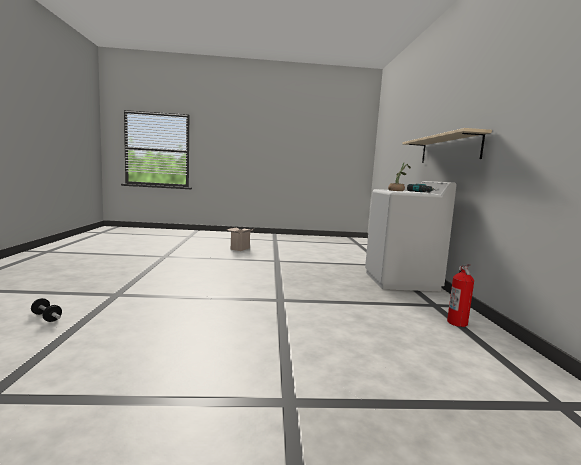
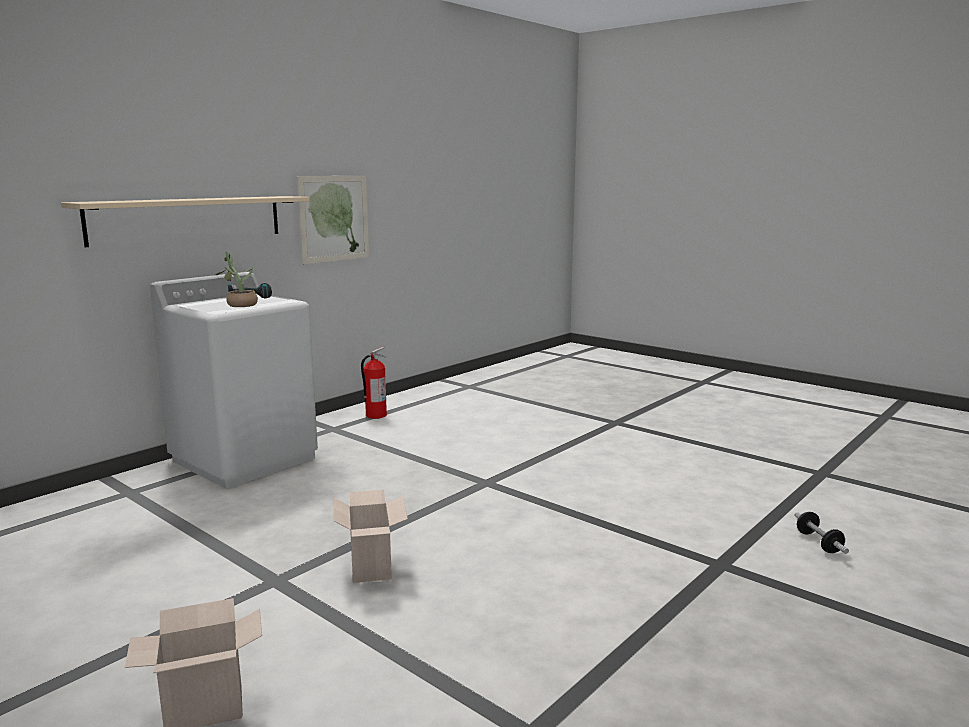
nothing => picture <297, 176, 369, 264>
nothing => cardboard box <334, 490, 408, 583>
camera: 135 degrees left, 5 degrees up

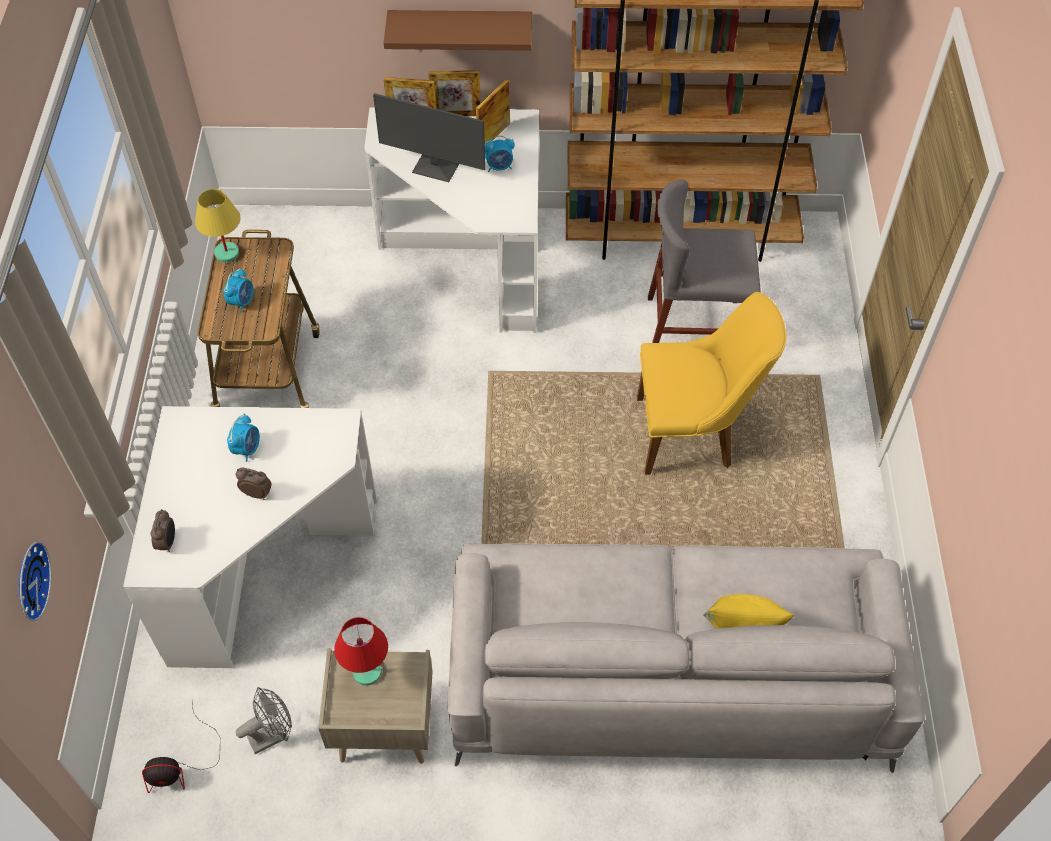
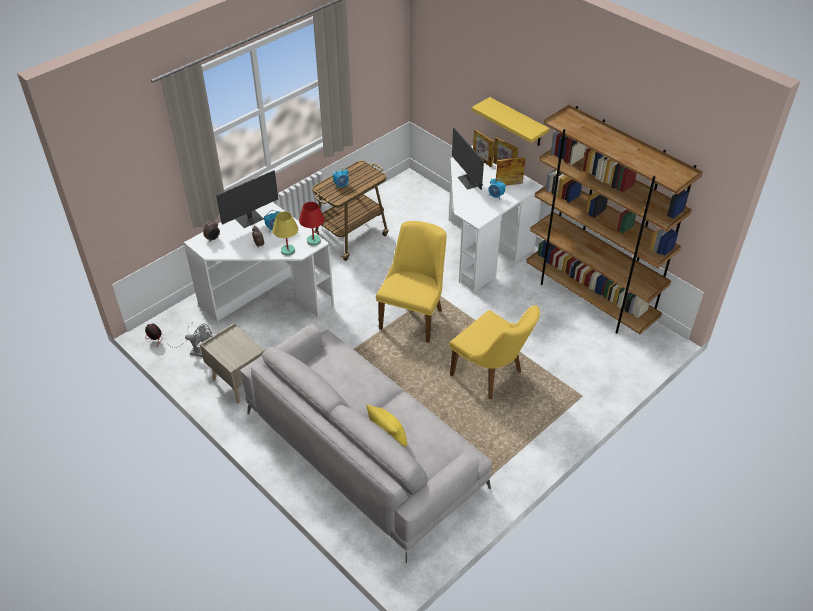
shelf in brown <384, 10, 532, 51> => shelf in yellow <471, 97, 550, 146>
chair in grey <648, 179, 761, 343> => nothing
table lamp in yellow <195, 189, 241, 263> => table lamp in yellow <272, 211, 298, 256>, move
wall clock <19, 541, 52, 621> => nothing
table lamp in red <334, 617, 388, 686> => table lamp in red <299, 202, 325, 246>, move
nothing => monitor <216, 170, 278, 228>
nothing => chair in yellow <376, 221, 447, 343>
camera: 45 degrees right, 10 degrees down

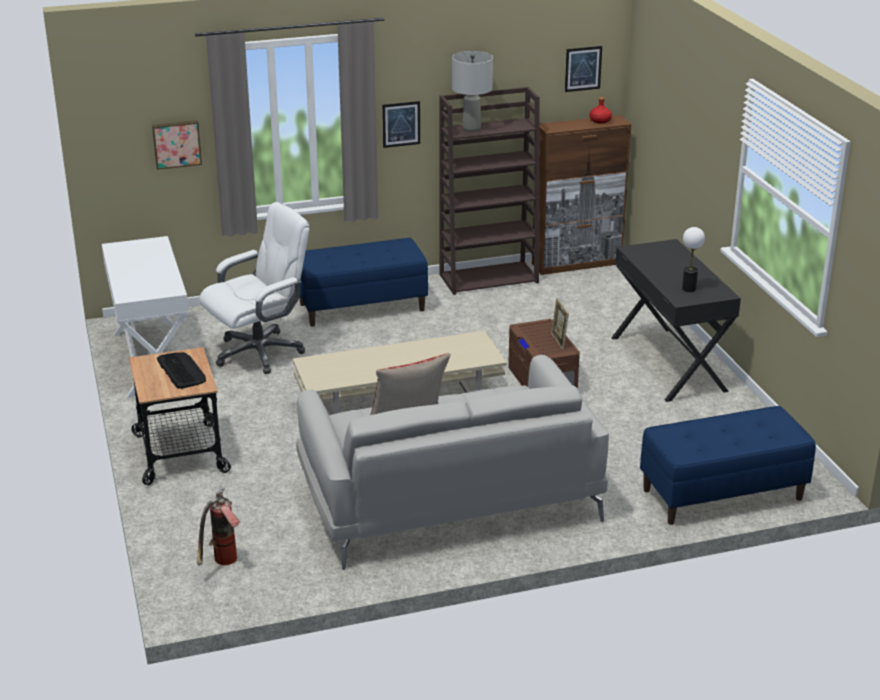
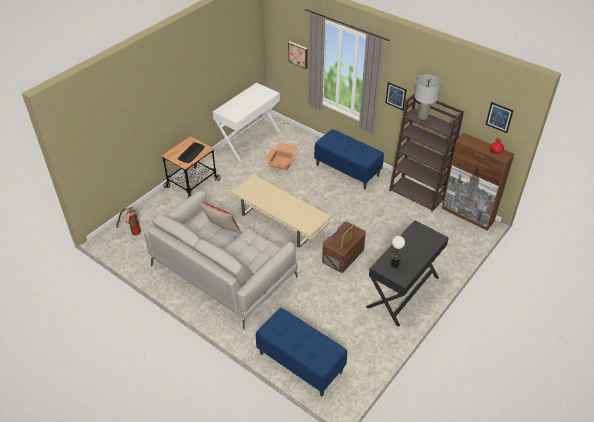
office chair in white <199, 202, 309, 374> => cardboard box <266, 142, 297, 171>
camera: 55 degrees right, 15 degrees up

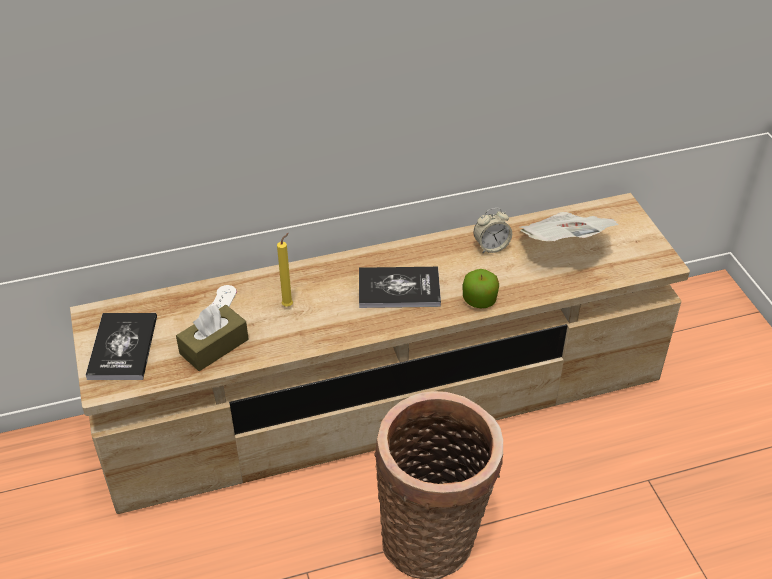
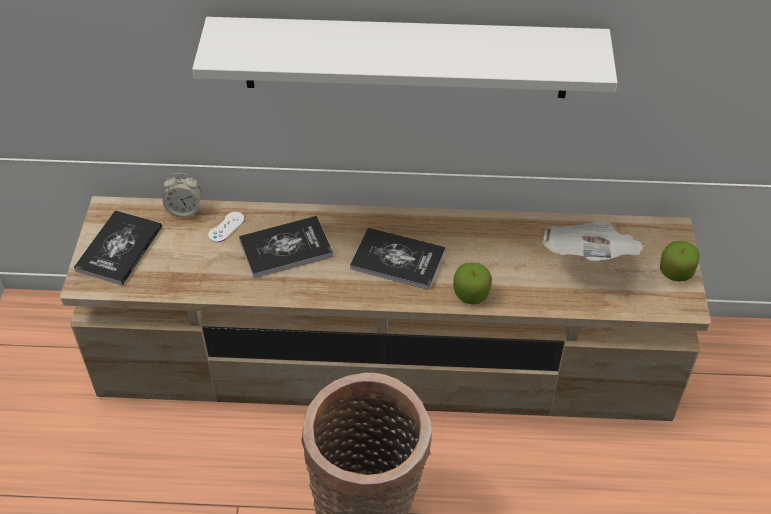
alarm clock <473, 208, 512, 254> => alarm clock <162, 173, 201, 217>, move
candle in yellow <277, 233, 293, 307> => book <239, 216, 333, 278>
tissue box in brown <176, 305, 249, 371> => nothing
nothing => shelf in white <192, 17, 618, 98>
nothing => apple <660, 241, 700, 281>
camera: 20 degrees right, 5 degrees up

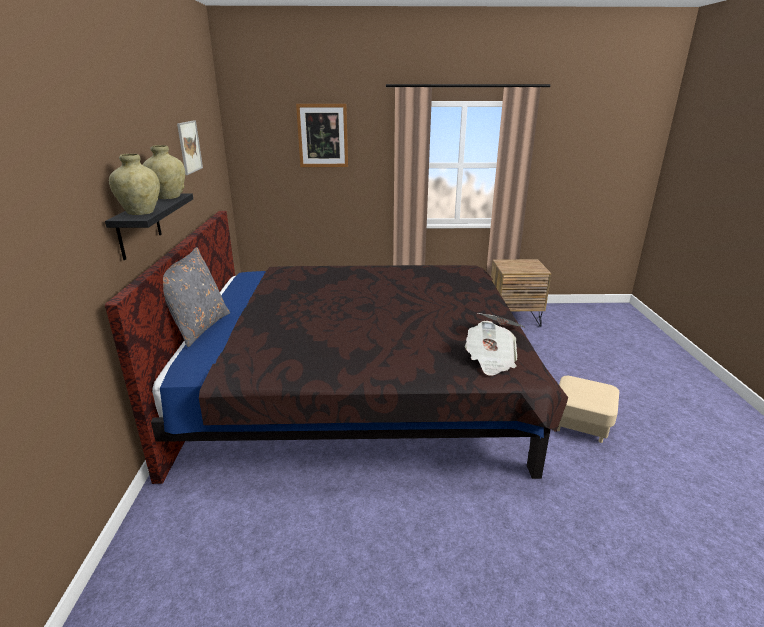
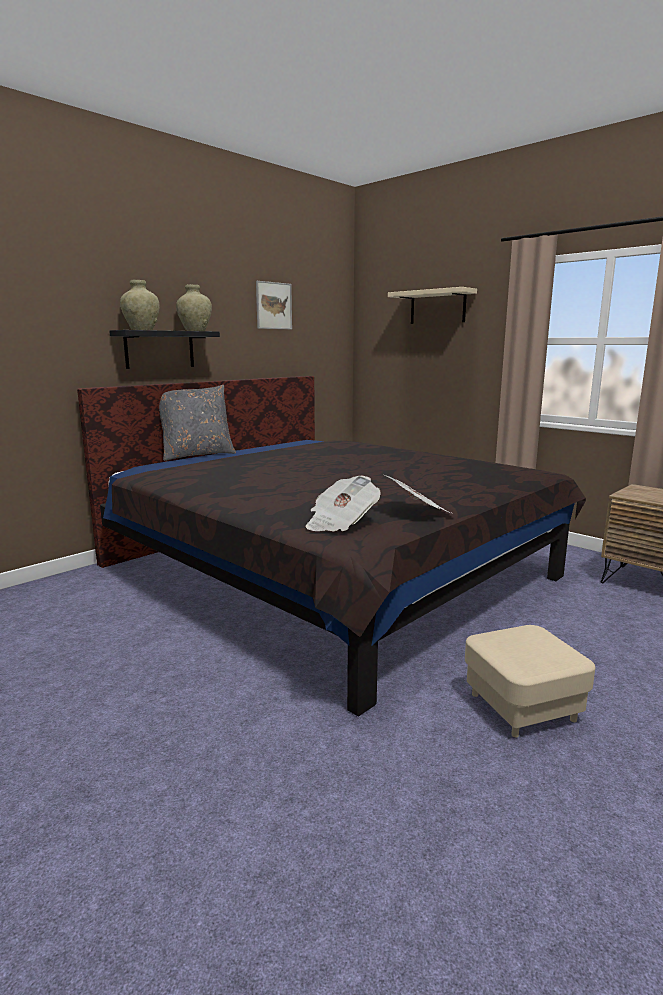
picture <296, 104, 348, 167> => shelf in beige <388, 287, 477, 324>
camera: 45 degrees right, 10 degrees down

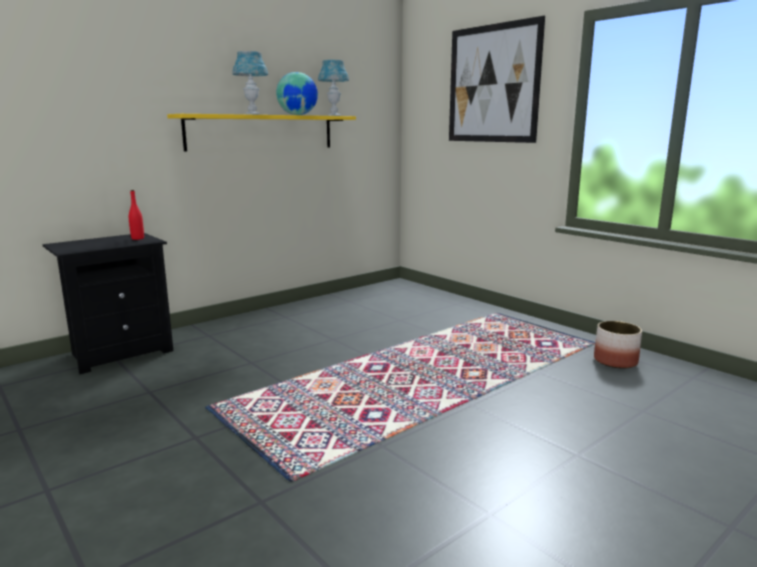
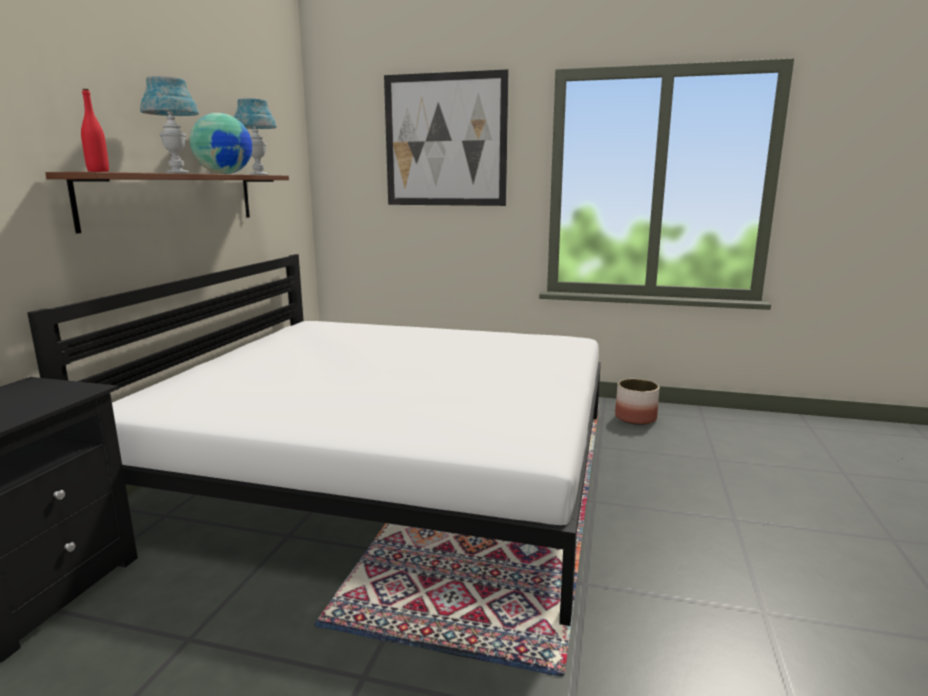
shelf in yellow <167, 114, 356, 152> => shelf in brown <45, 172, 289, 233>
bottle in red <129, 190, 144, 240> => bottle in red <81, 89, 109, 172>, move
nothing => bed in white <27, 254, 601, 626>
camera: 35 degrees left, 0 degrees up

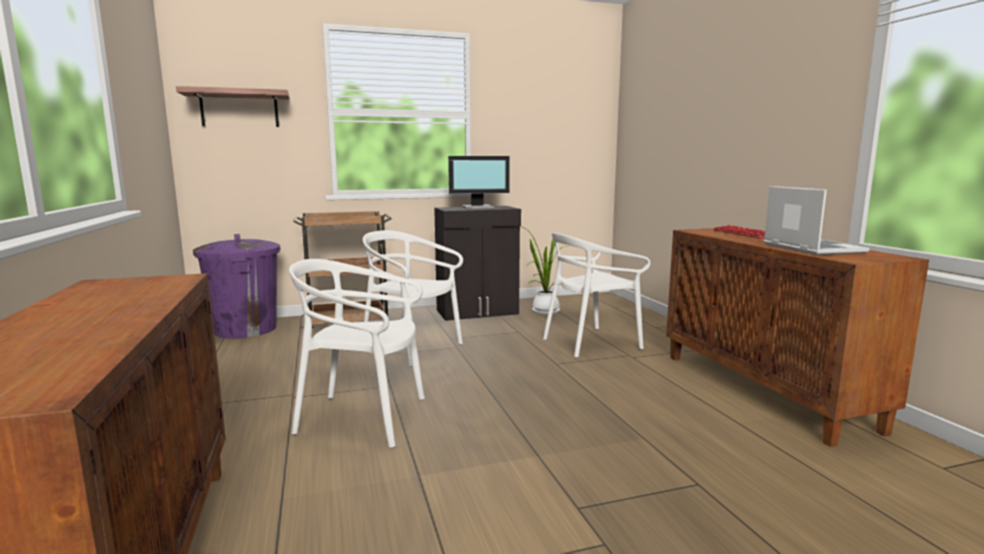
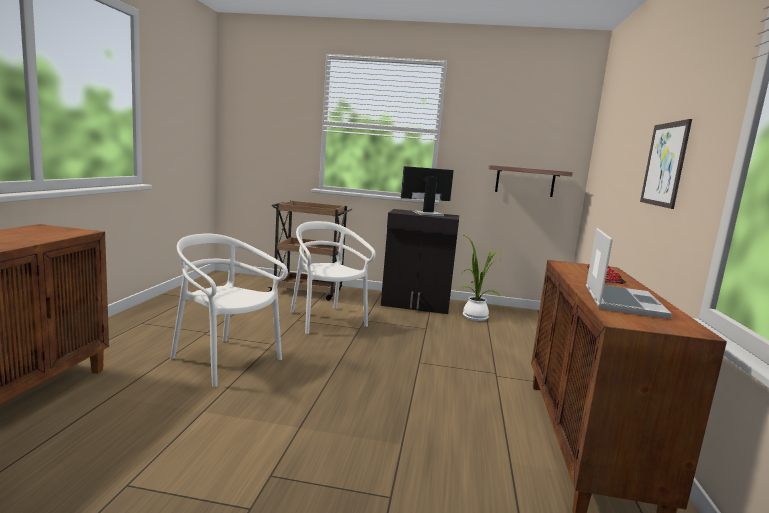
shelf <176, 86, 290, 127> => shelf <488, 165, 573, 197>, move
monitor <448, 156, 510, 209> => monitor <401, 166, 454, 216>, 150 degrees clockwise
chair in white <543, 233, 651, 358> => nothing
trash can in purple <193, 234, 281, 339> => nothing
nothing => picture <640, 119, 692, 209>
camera: 25 degrees right, 0 degrees up

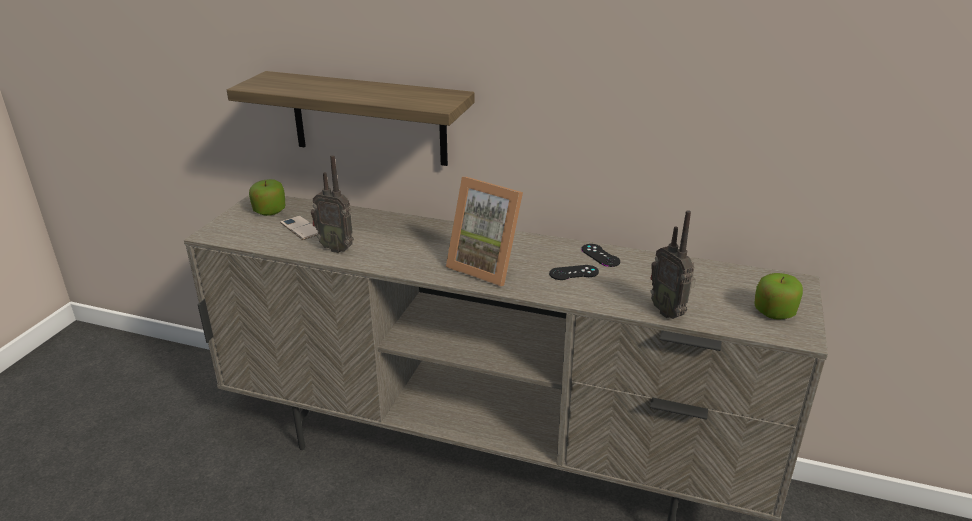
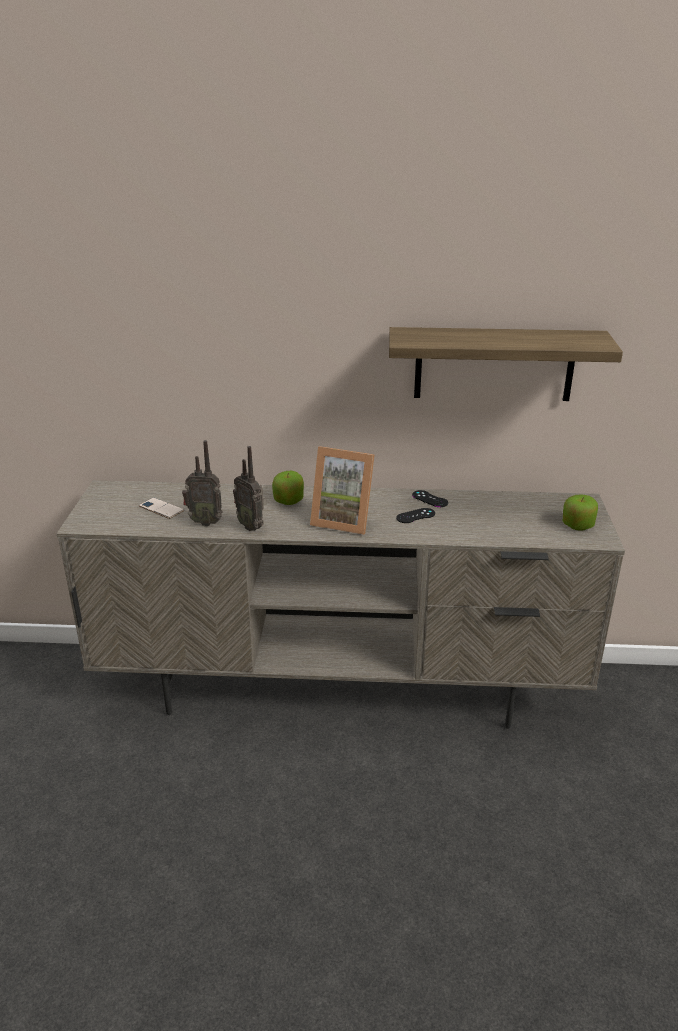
shelf <227, 71, 474, 166> => shelf <389, 327, 623, 401>, move
apple <249, 179, 285, 216> => apple <272, 471, 304, 505>, move
radio <650, 210, 696, 319> => radio <233, 446, 266, 531>, move
camera: 15 degrees left, 0 degrees up

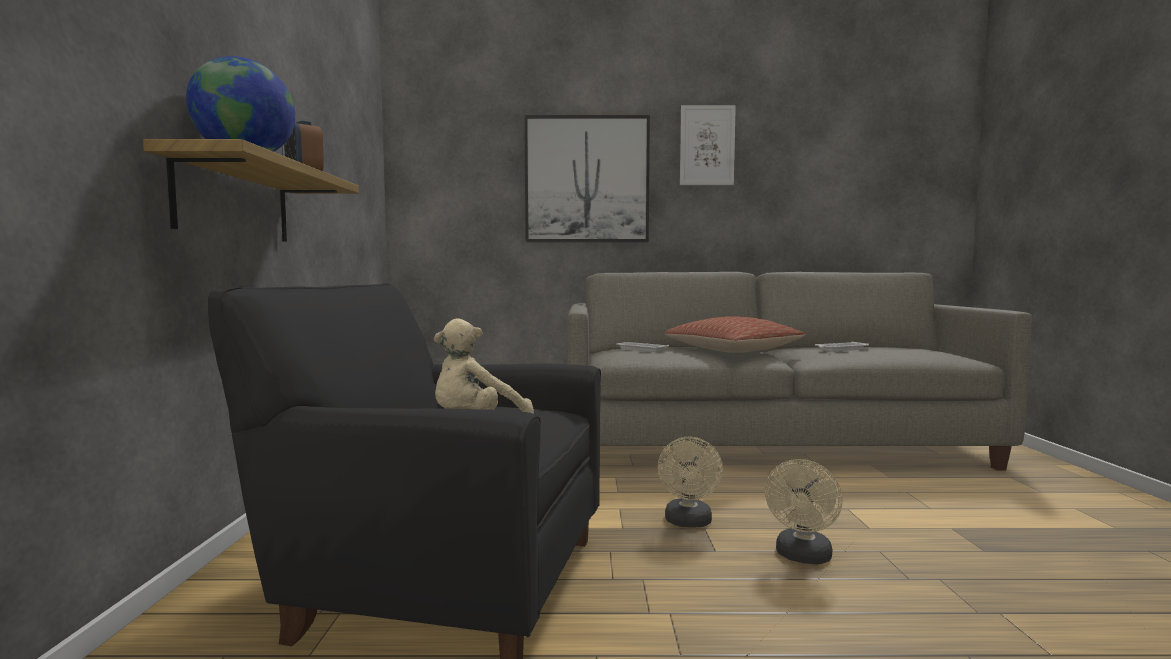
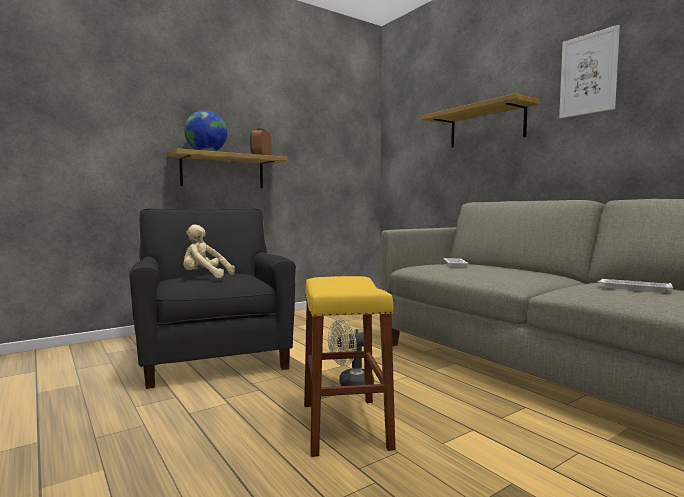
picture <524, 115, 650, 242> => shelf <421, 93, 540, 148>
pillow <664, 316, 805, 353> => nothing
fan in beige <765, 459, 843, 565> => stool in yellow <304, 276, 395, 457>
camera: 55 degrees right, 0 degrees up

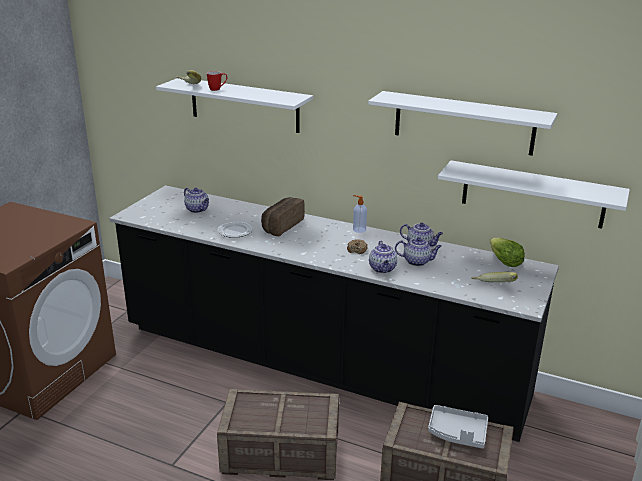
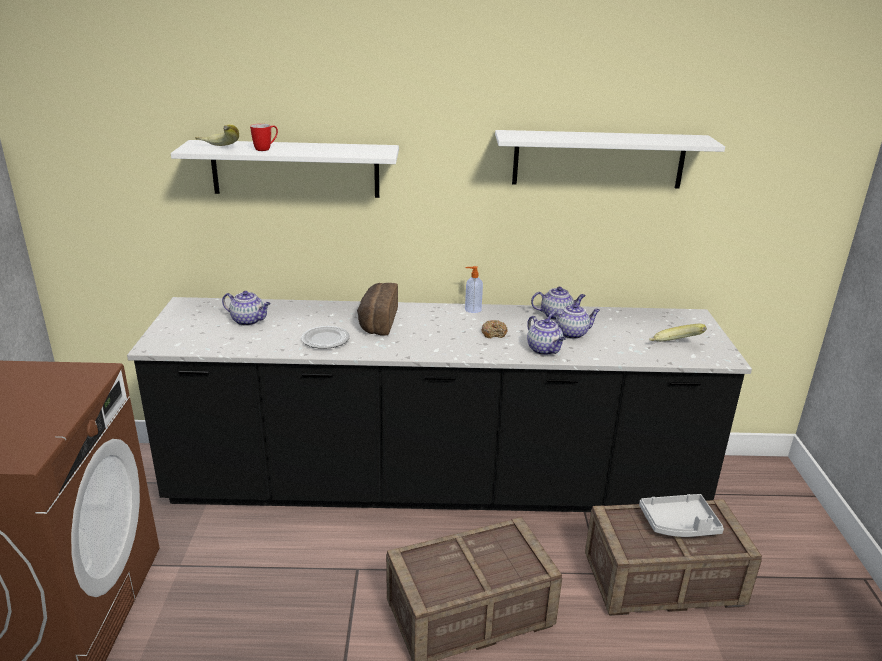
shelf in white <438, 160, 630, 229> => nothing
lettuce <490, 238, 525, 267> => nothing
camera: 25 degrees left, 0 degrees up

